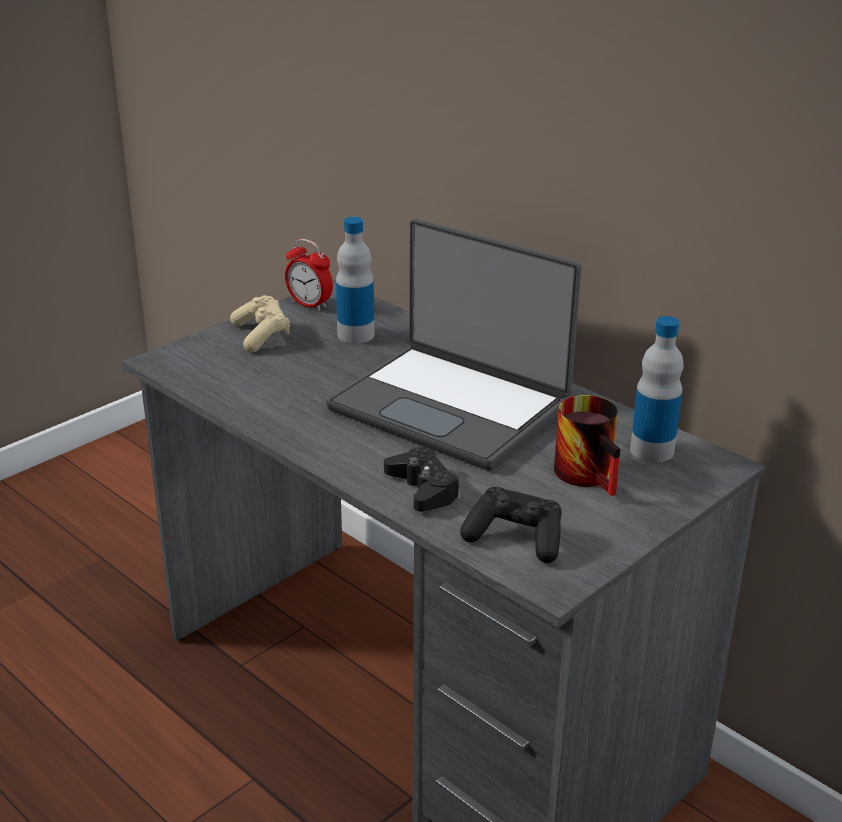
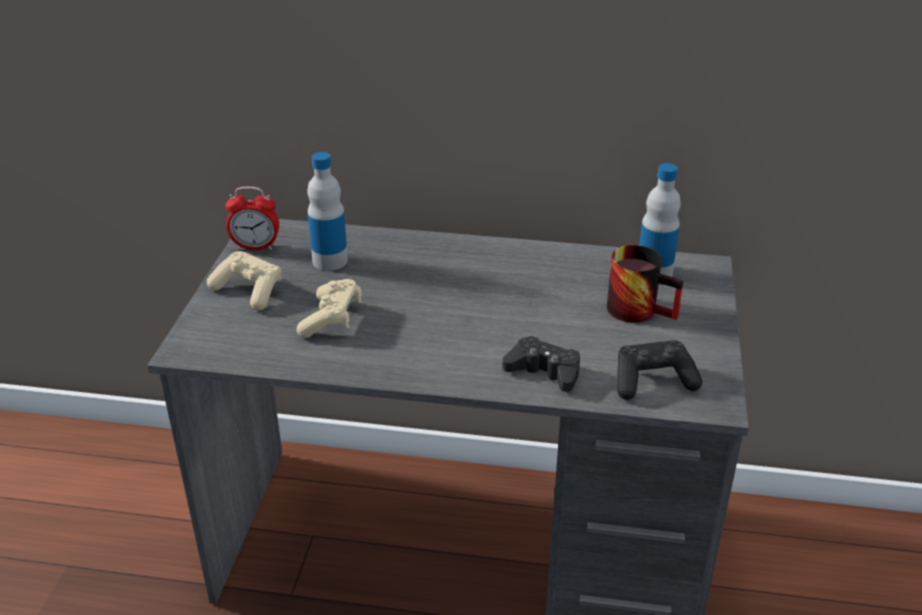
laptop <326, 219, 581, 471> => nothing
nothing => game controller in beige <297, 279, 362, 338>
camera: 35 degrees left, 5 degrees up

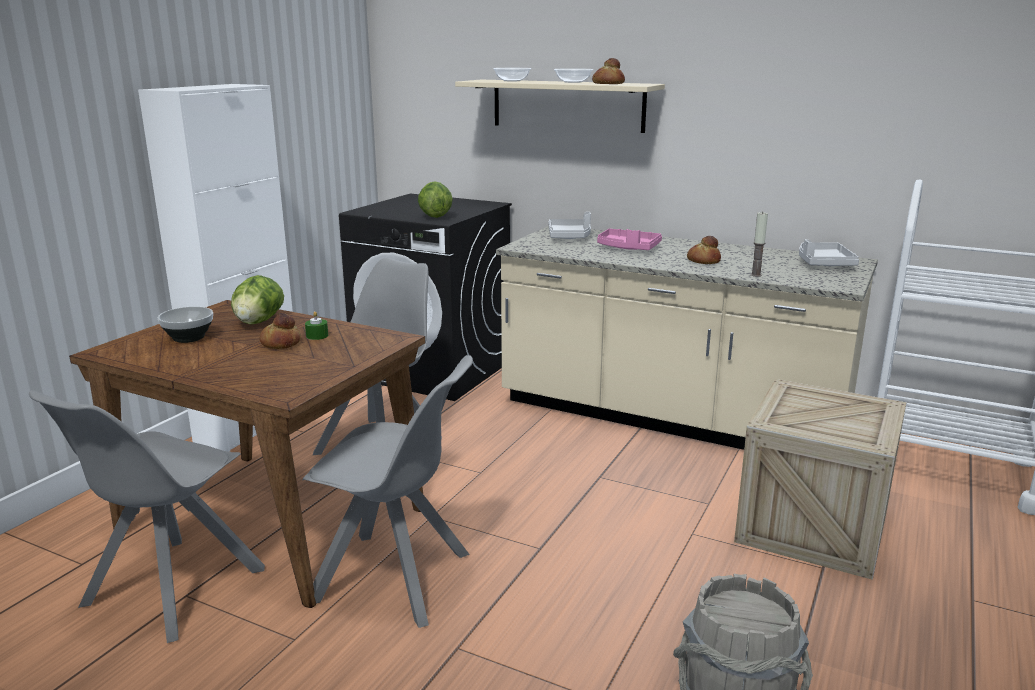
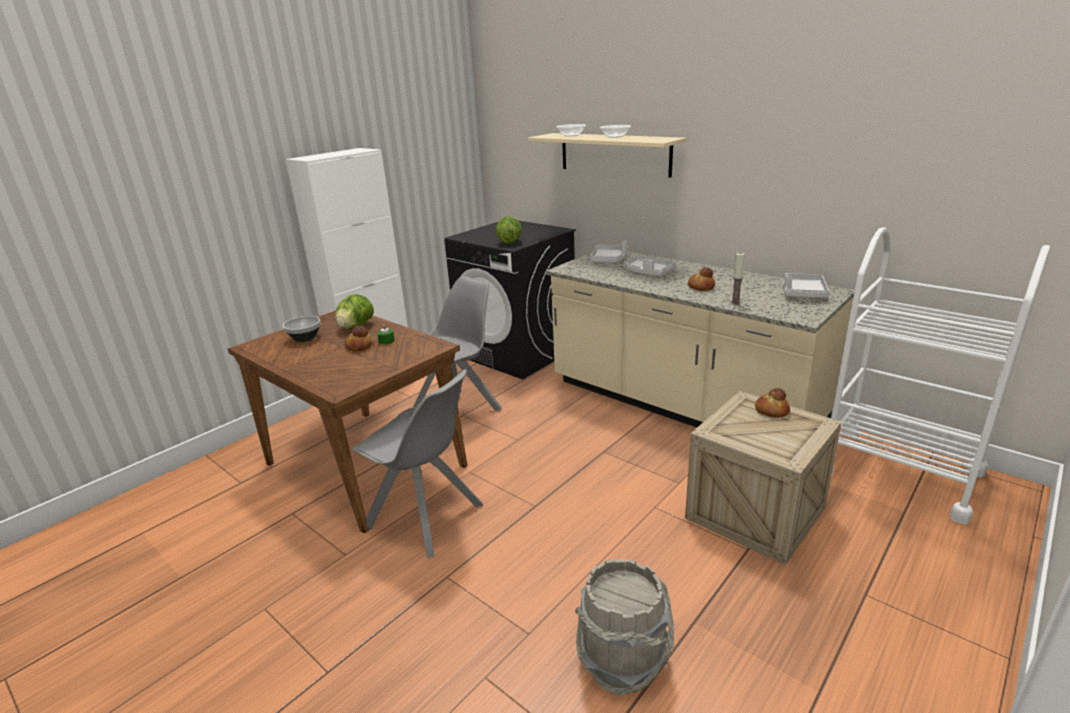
bread <592, 58, 625, 84> => bread <755, 388, 790, 418>, move
tray in pink <597, 229, 662, 250> => tray in grey <623, 255, 677, 276>
chair in grey <29, 390, 265, 643> => nothing
camera: 15 degrees right, 5 degrees up

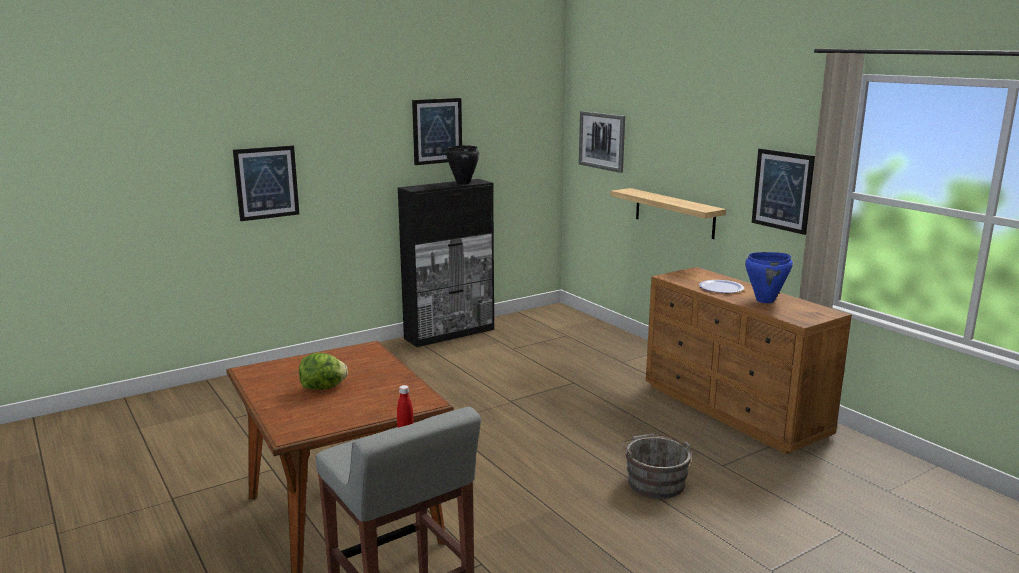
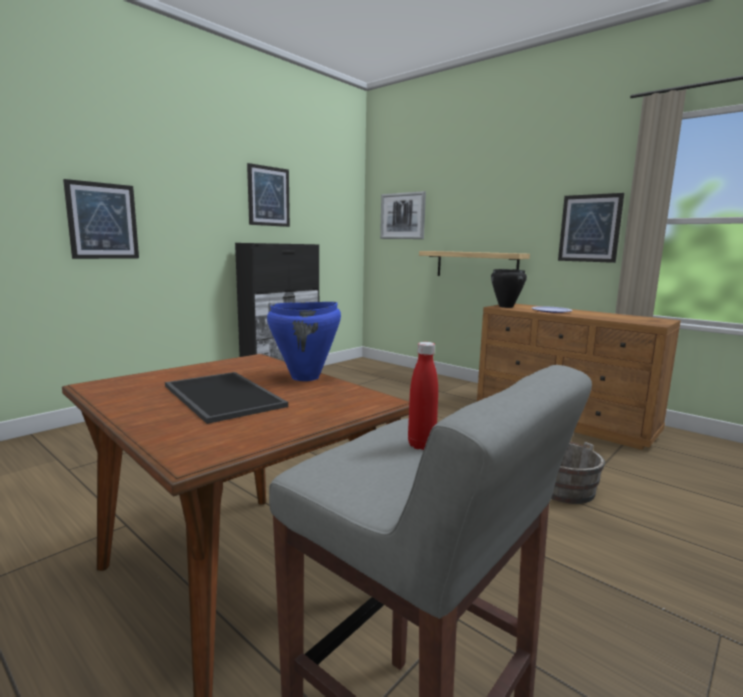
cooking pot in black <446, 145, 479, 184> => cooking pot in black <491, 269, 527, 308>, move
cooking pot in blue <745, 252, 793, 303> => cooking pot in blue <267, 302, 341, 381>, move
lettuce <299, 353, 348, 390> => tray <165, 372, 288, 424>
camera: 15 degrees left, 5 degrees down

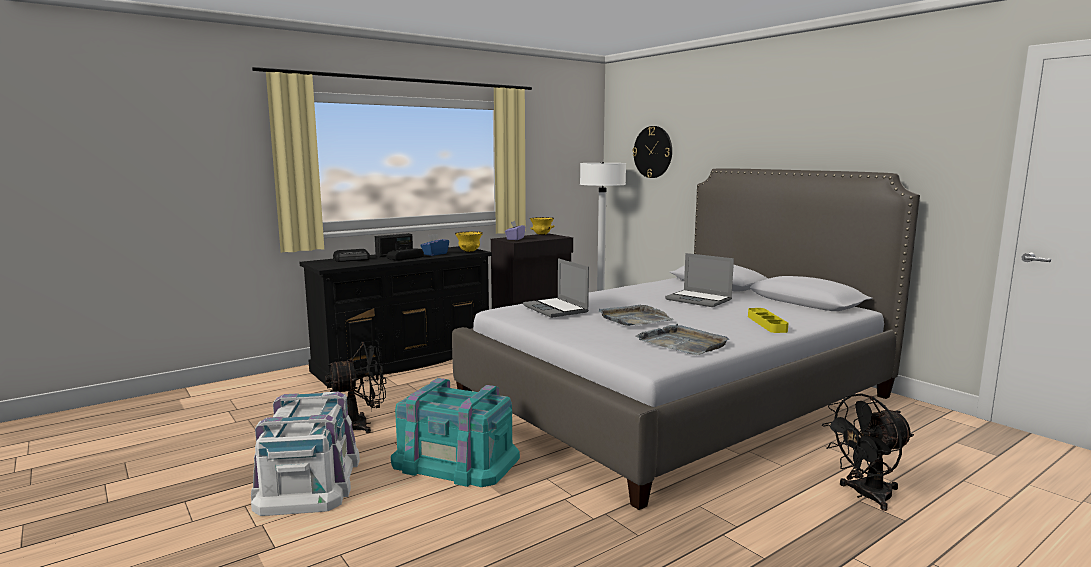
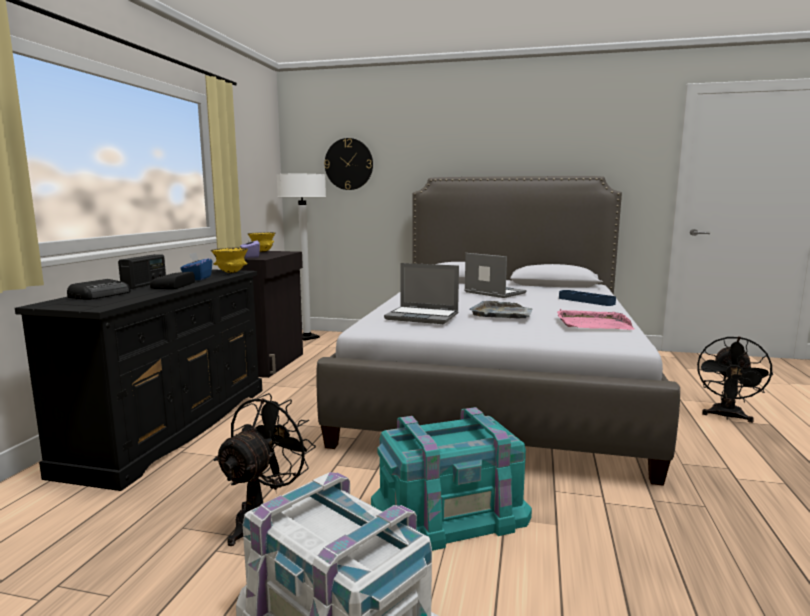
laptop <665, 253, 734, 307> => laptop <464, 253, 527, 298>, 135 degrees counterclockwise
tray in yellow <748, 308, 788, 333> => tray in blue <559, 290, 616, 306>
tray in grey <636, 323, 729, 355> => tray in pink <557, 309, 634, 330>
camera: 40 degrees left, 0 degrees up

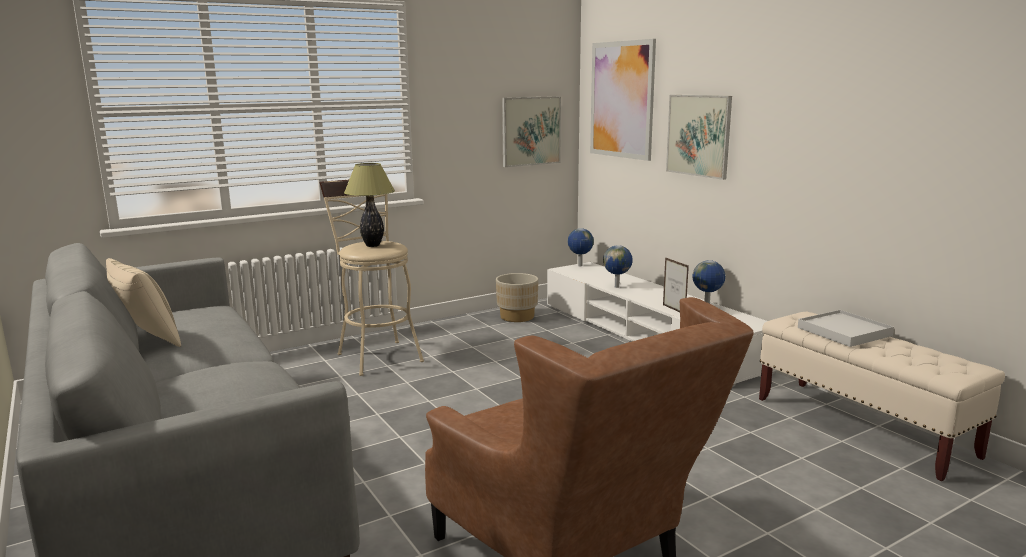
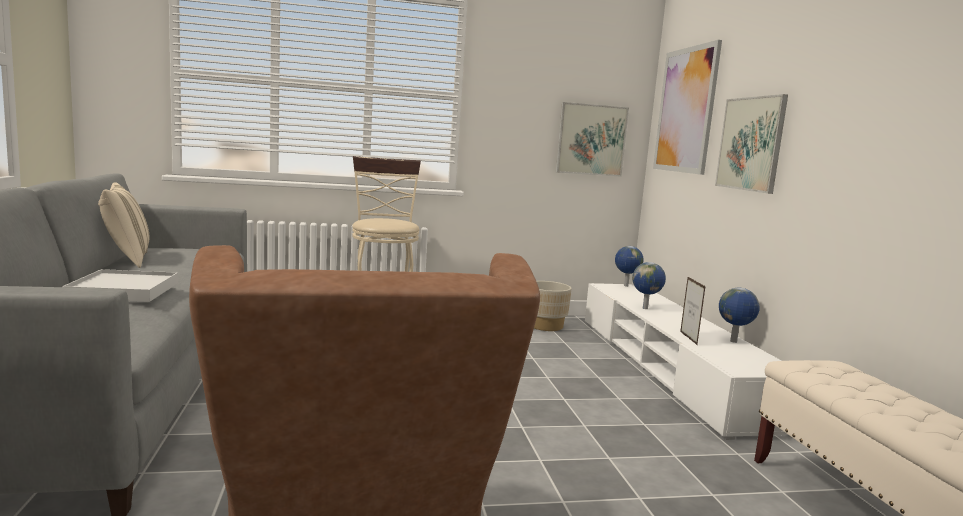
table lamp <344, 163, 395, 247> => nothing
tray in white <798, 310, 894, 347> => tray in white <62, 269, 178, 302>, move
camera: 20 degrees right, 5 degrees down

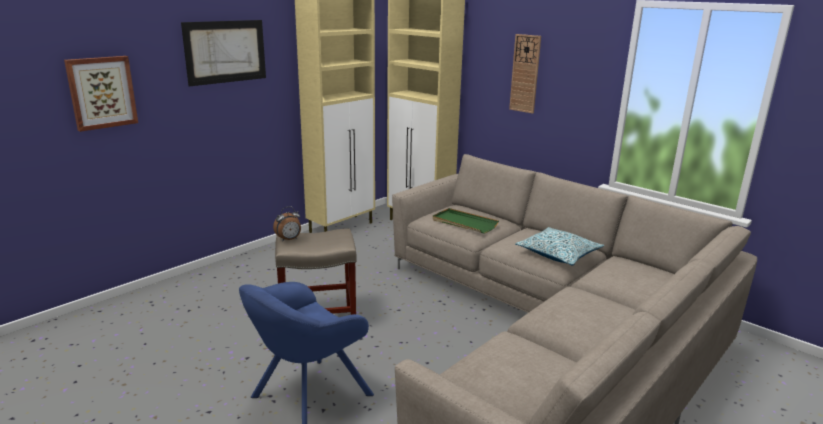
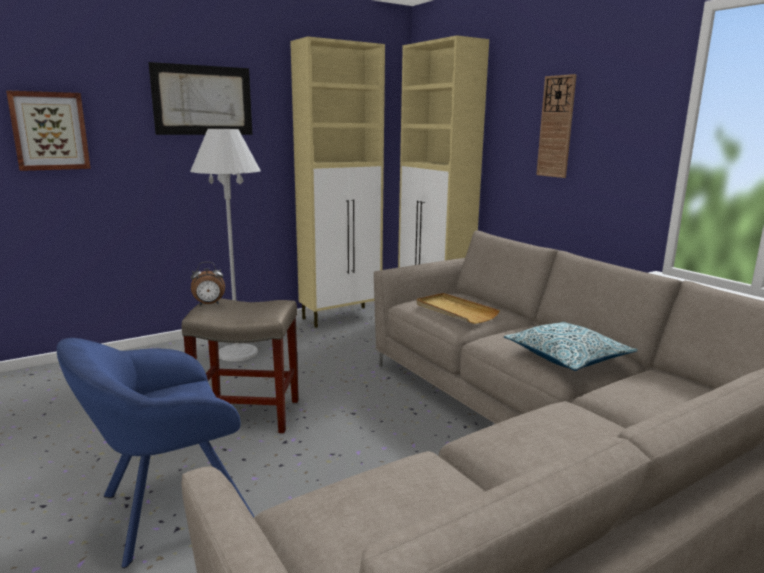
tray in green <432, 208, 499, 233> => tray in beige <416, 293, 500, 324>
nothing => floor lamp in white <190, 129, 261, 361>
camera: 15 degrees right, 5 degrees down

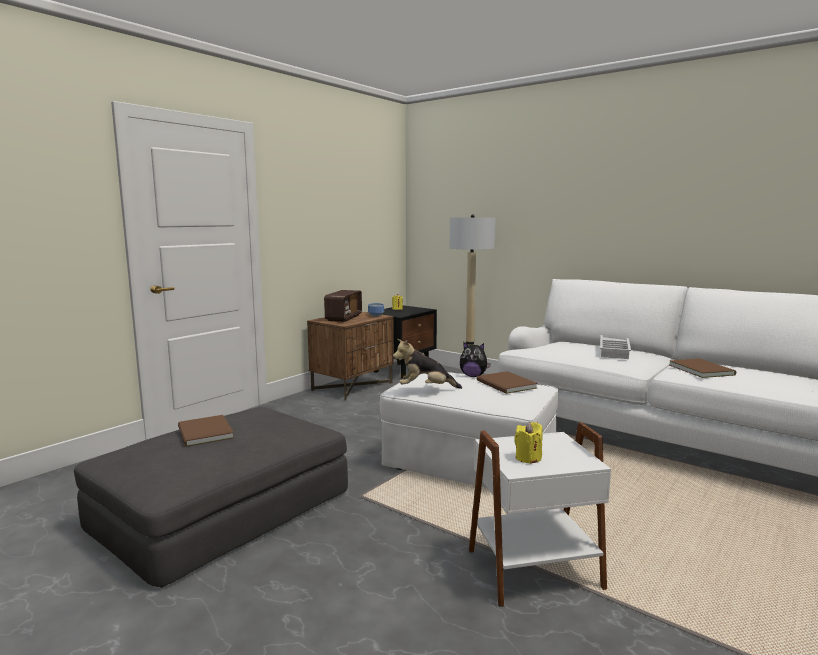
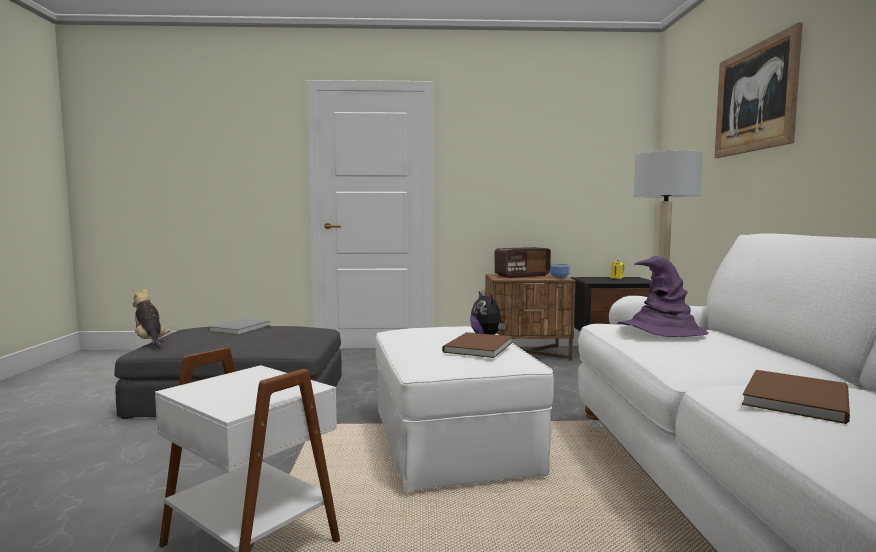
tray in white <600, 335, 631, 359> => nothing
plush toy <393, 339, 462, 389> => plush toy <132, 289, 171, 350>, move
book in brown <178, 415, 234, 447> => book in grey <208, 318, 270, 335>
candle in yellow <514, 422, 543, 464> => nothing
nothing => picture <714, 23, 803, 158>
nothing => hat in purple <617, 256, 709, 337>
camera: 50 degrees right, 5 degrees down

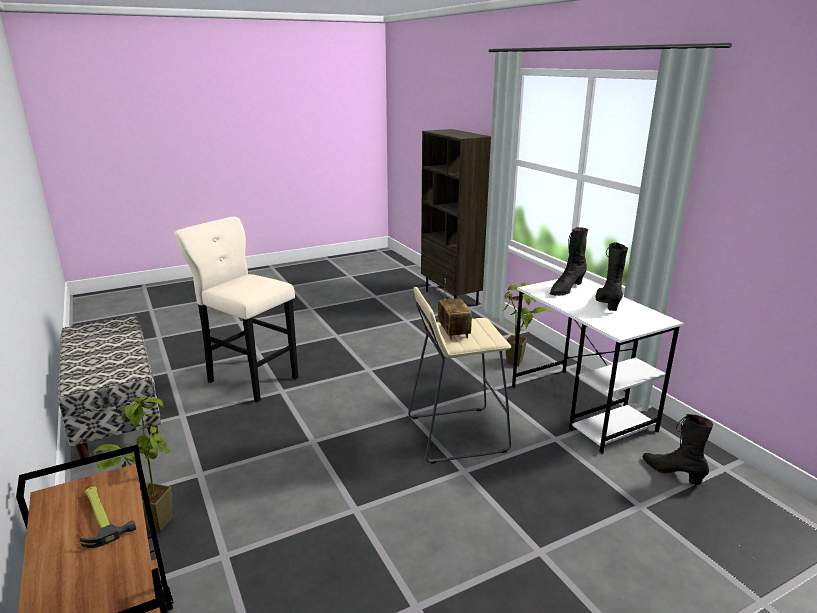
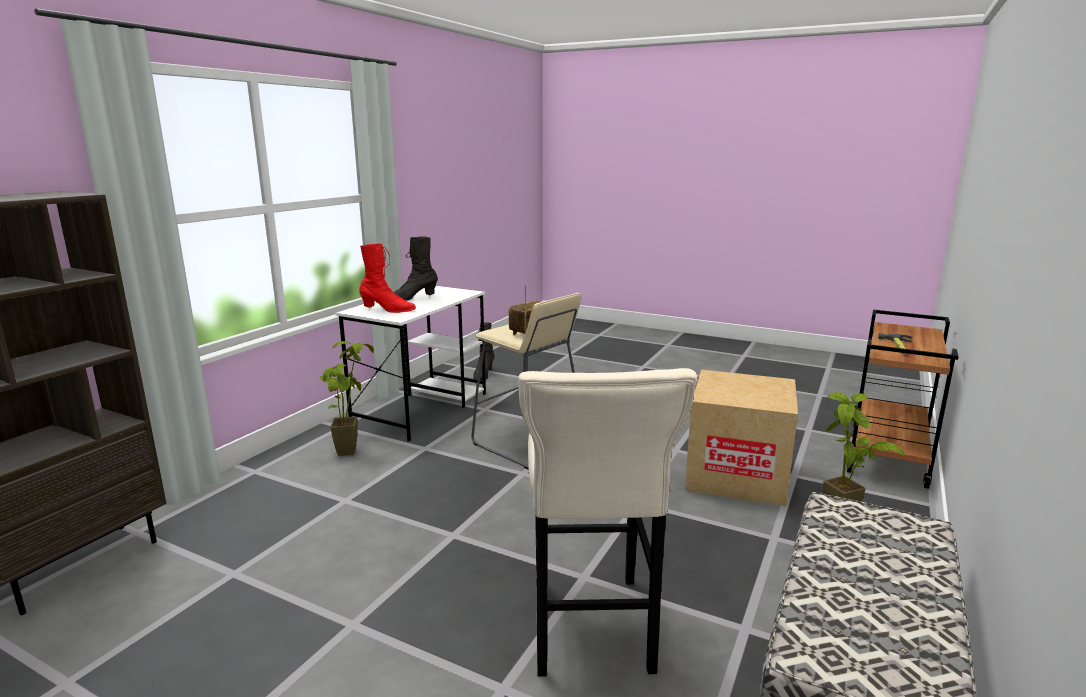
boot in black <549, 227, 588, 296> => boot in red <359, 244, 416, 313>
nothing => cardboard box <685, 370, 798, 506>
camera: 125 degrees left, 5 degrees down

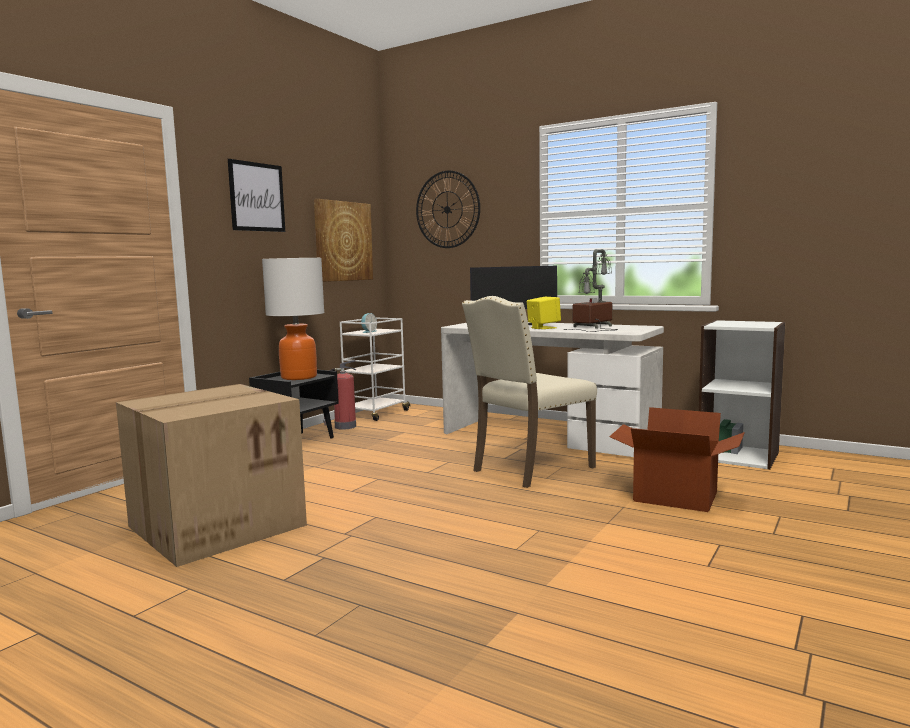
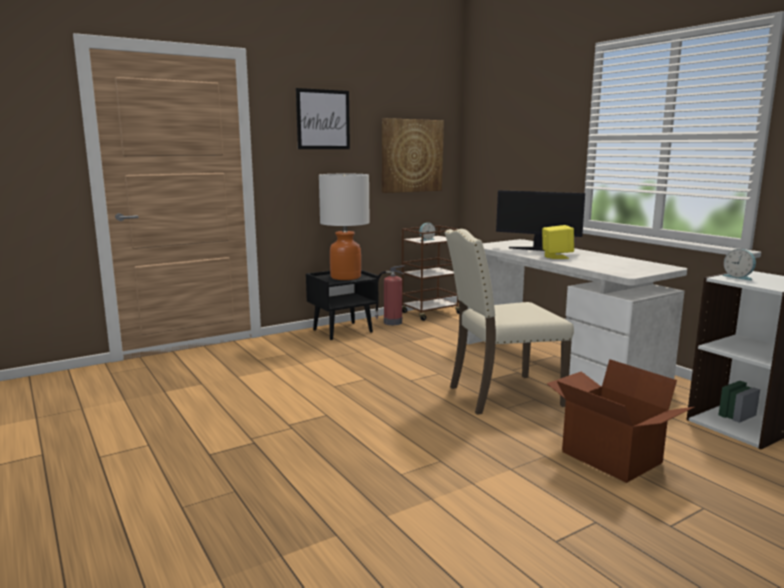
wall clock <416, 170, 480, 248> => nothing
table lamp <564, 249, 618, 332> => nothing
cart in white <340, 318, 411, 421> => cart in brown <402, 226, 459, 321>
cardboard box <116, 384, 307, 567> => nothing
nothing => alarm clock <722, 249, 756, 281>
camera: 25 degrees right, 5 degrees up

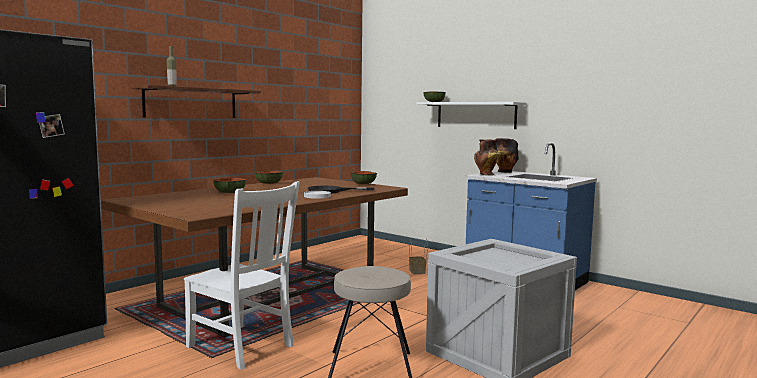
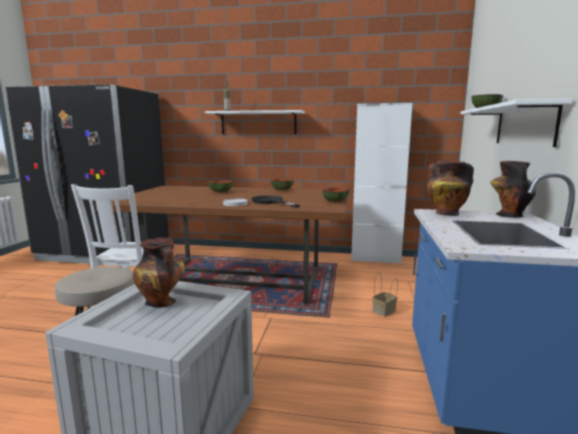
shelf in brown <130, 85, 261, 118> => shelf in white <205, 110, 305, 134>
nothing => cabinet in white <351, 103, 412, 264>
nothing => vase <133, 237, 185, 308>
camera: 60 degrees right, 5 degrees up

